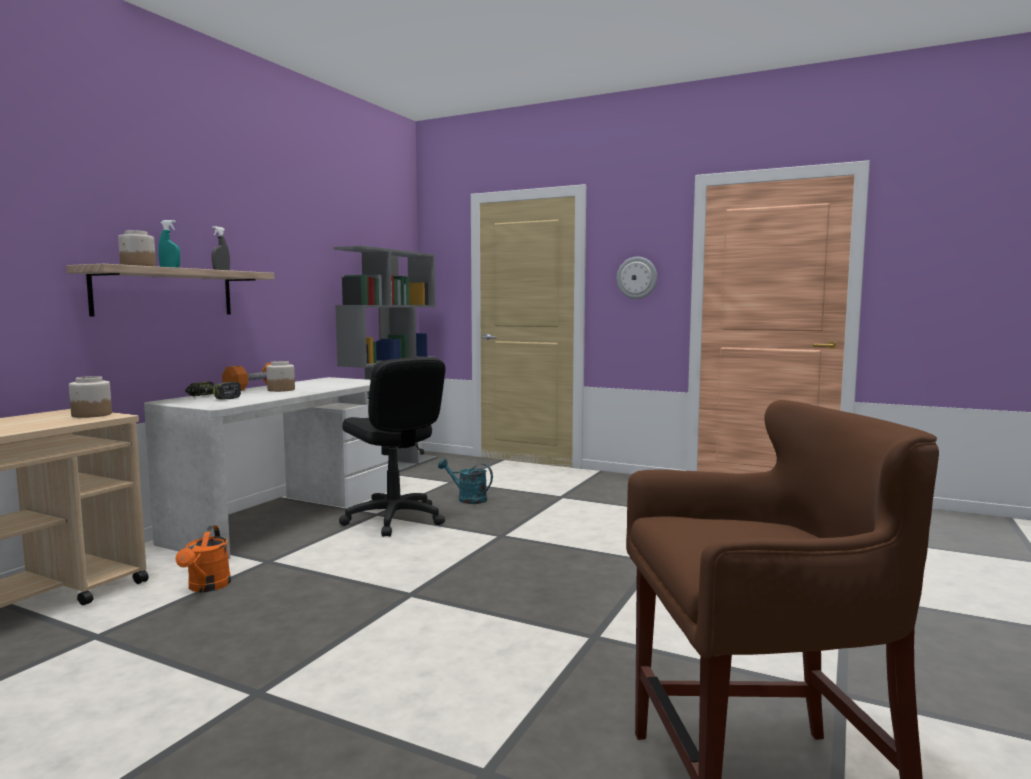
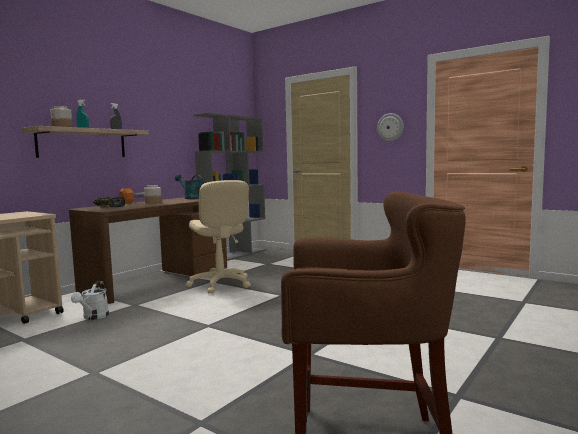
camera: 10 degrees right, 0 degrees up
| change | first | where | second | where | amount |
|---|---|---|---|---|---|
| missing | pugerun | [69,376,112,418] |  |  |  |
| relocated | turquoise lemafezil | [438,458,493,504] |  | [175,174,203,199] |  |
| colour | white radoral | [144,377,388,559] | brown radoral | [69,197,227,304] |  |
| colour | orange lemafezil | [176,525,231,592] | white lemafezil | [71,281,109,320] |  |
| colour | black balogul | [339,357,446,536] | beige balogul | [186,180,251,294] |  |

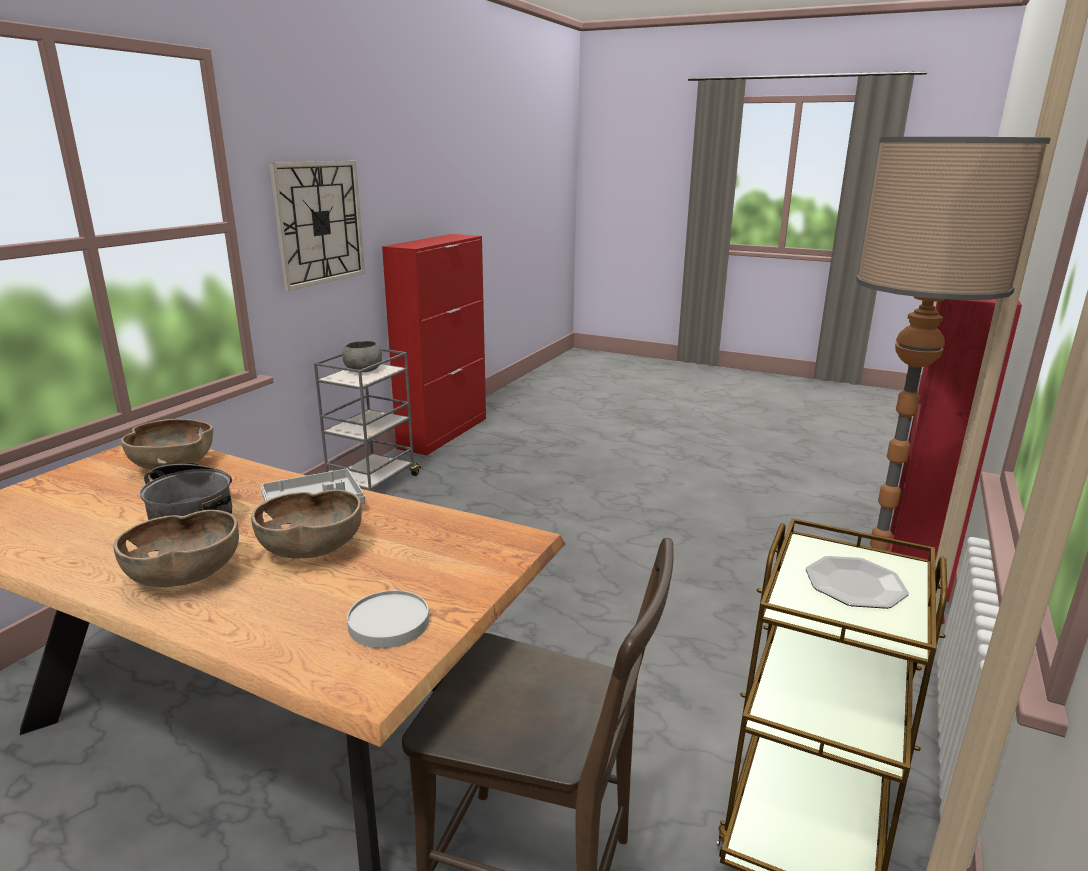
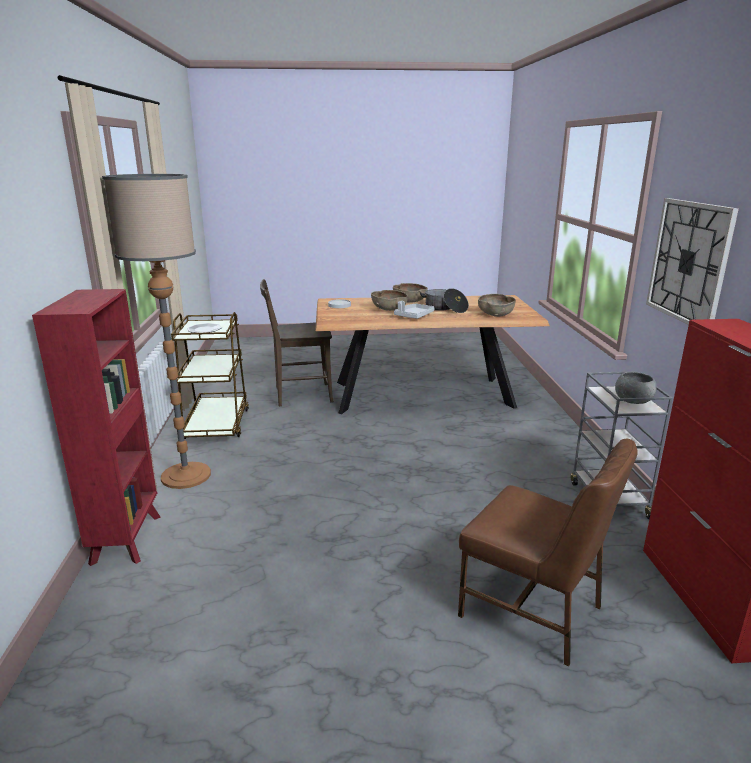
camera: 150 degrees right, 0 degrees up
| change | first | where | second | where | amount |
|---|---|---|---|---|---|
| appeared |  |  | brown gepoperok | [458,438,638,667] |  |

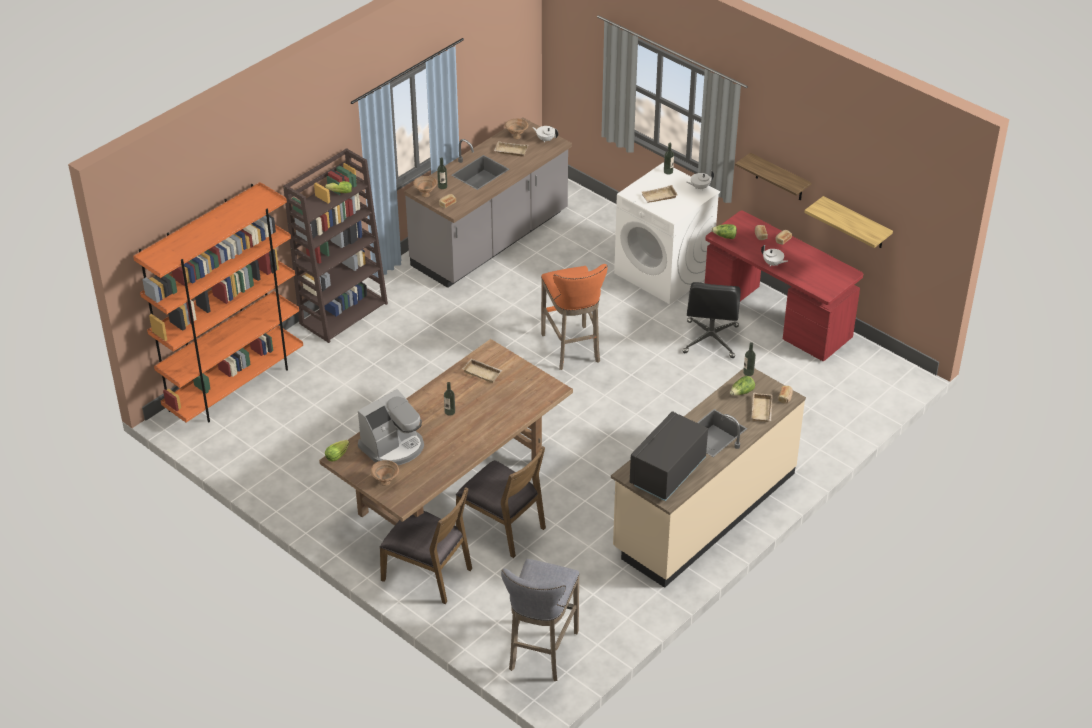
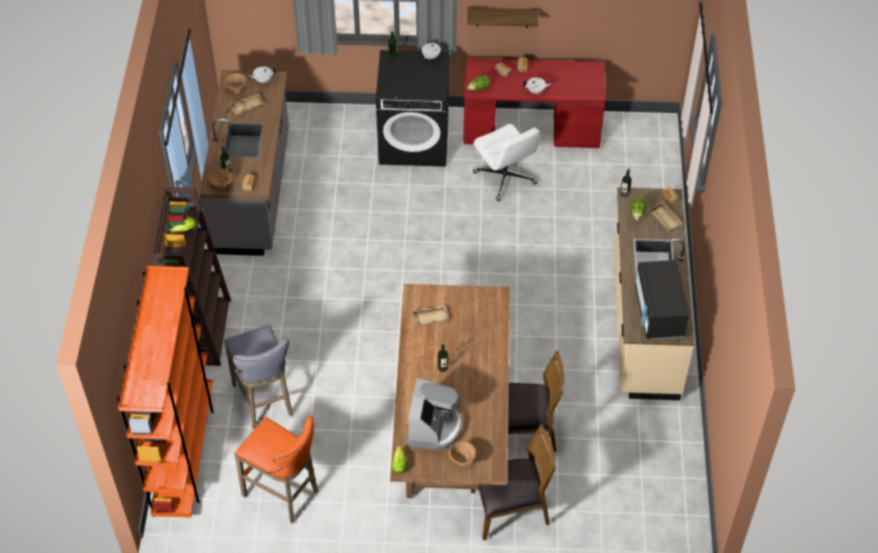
camera: 40 degrees left, 10 degrees up
| change | first | where | second | where | amount |
|---|---|---|---|---|---|
| missing | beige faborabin | [642,185,678,203] |  |  |  |
| missing | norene | [804,196,893,248] |  |  |  |
| relocated | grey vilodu | [501,559,580,681] |  | [224,325,294,429] |  |
| relocated | orange vilodu | [541,264,608,370] |  | [234,416,318,524] |  |
| colour | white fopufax | [614,162,720,304] | black fopufax | [376,50,449,167] |  |
| colour | black balogul | [683,282,741,358] | white balogul | [473,124,540,201] |  |

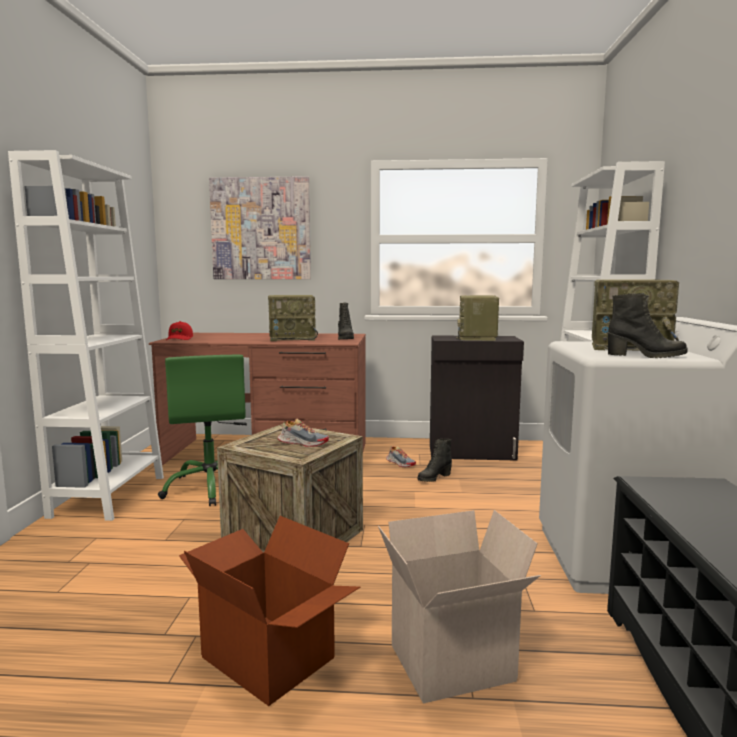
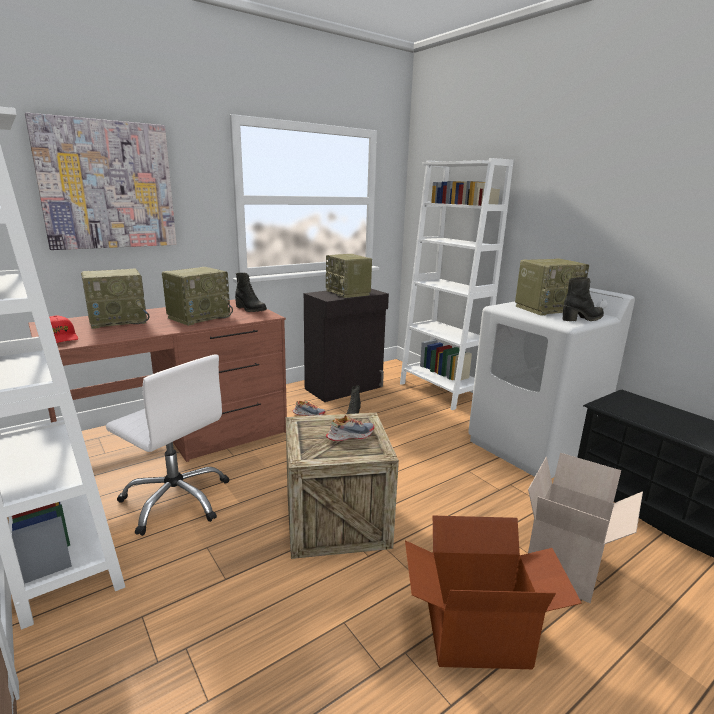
camera: 40 degrees left, 10 degrees up
| change | first | where | second | where | amount |
|---|---|---|---|---|---|
| appeared |  |  | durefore | [81,269,150,329] |  |
| colour | green balogul | [158,355,247,506] | white balogul | [106,354,229,536] |  |

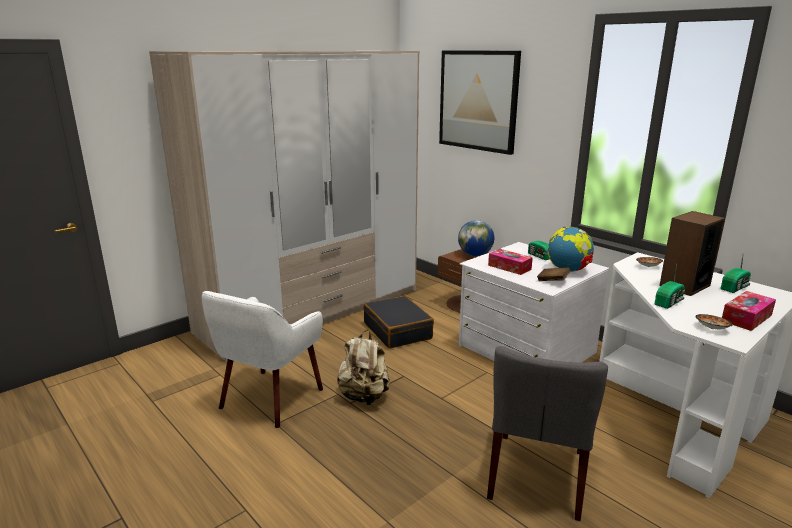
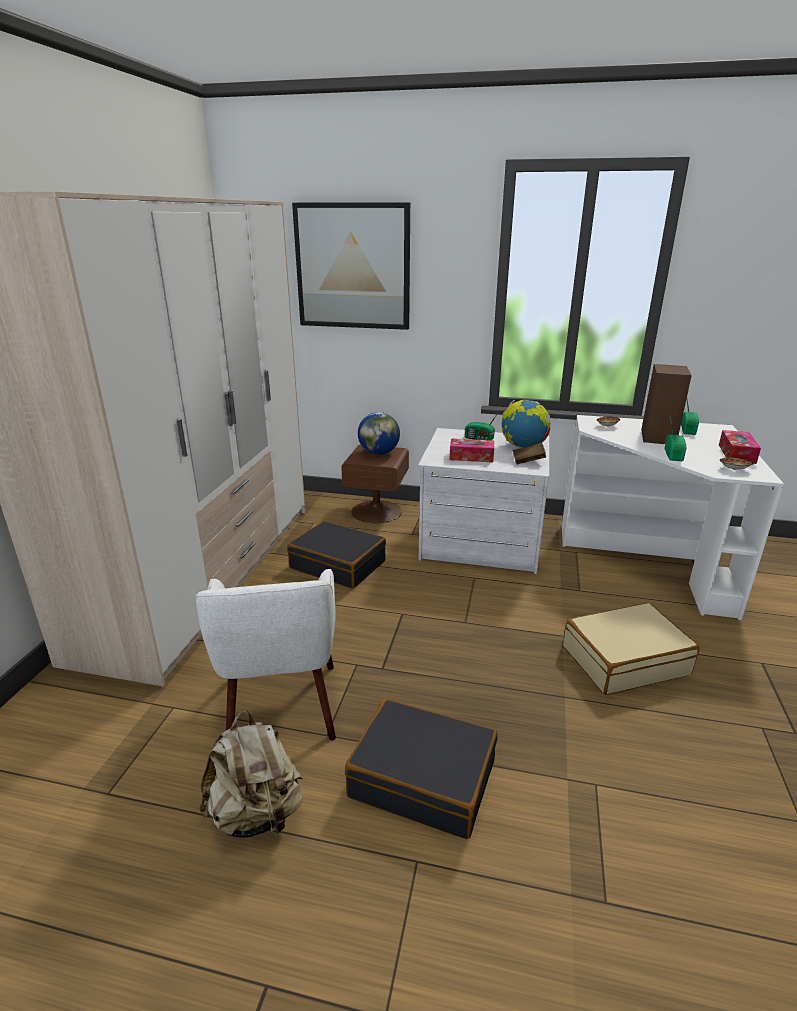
camera: 35 degrees left, 5 degrees up
| change | first | where | second | where | amount |
|---|---|---|---|---|---|
| appeared |  |  | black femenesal | [345,699,498,839] |  |
| relocated | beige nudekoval | [337,330,390,405] |  | [199,710,303,837] |  |
| exchanged | grey gepoperok | [487,346,608,521] | beige femenesal | [563,603,700,695] |  |

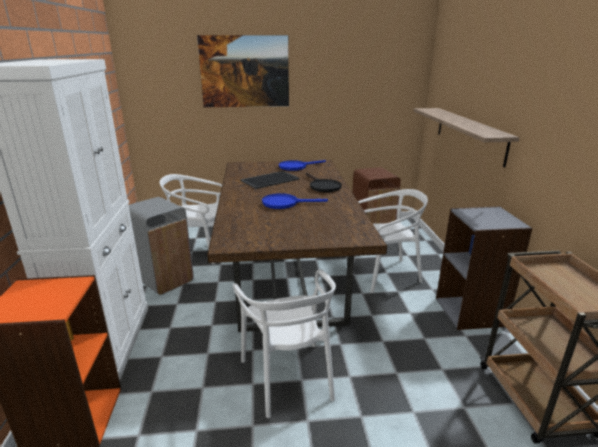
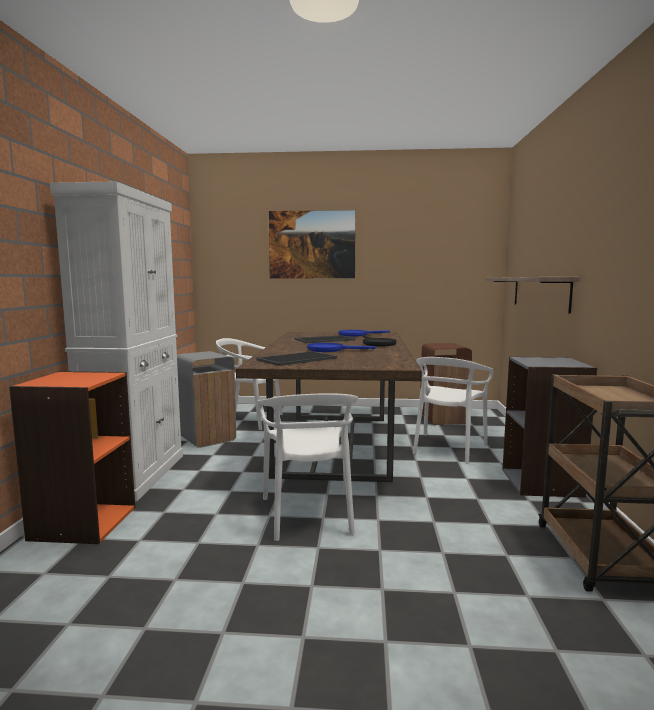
camera: 10 degrees right, 15 degrees down
| change | first | where | second | where | amount |
|---|---|---|---|---|---|
| appeared |  |  | faborabin | [256,351,337,366] |  |
| spun | white gepoperok | [354,189,428,293] |  | [413,357,494,464] | 120 degrees clockwise |

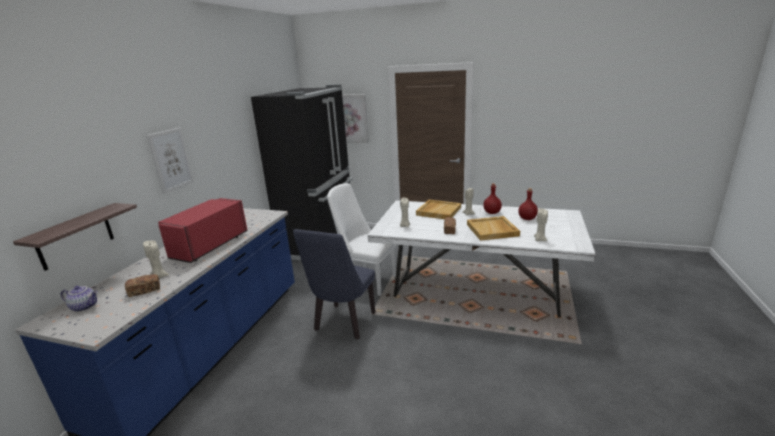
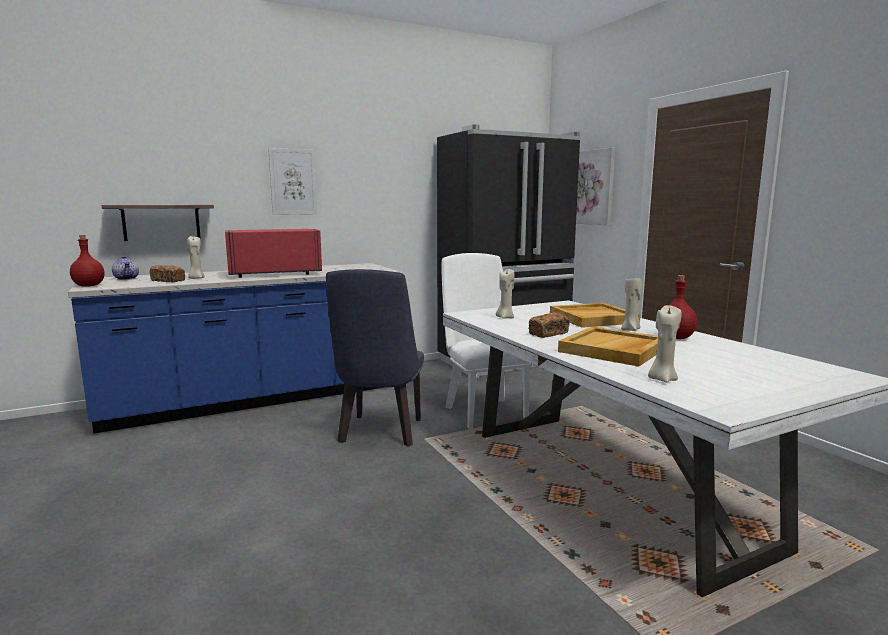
camera: 45 degrees right, 10 degrees down
| change | first | where | second | where | amount |
|---|---|---|---|---|---|
| relocated | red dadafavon | [518,188,538,220] |  | [70,235,105,287] |  |
| spun | blue gepoperok | [293,229,375,339] |  | [326,269,424,446] | 60 degrees counterclockwise |

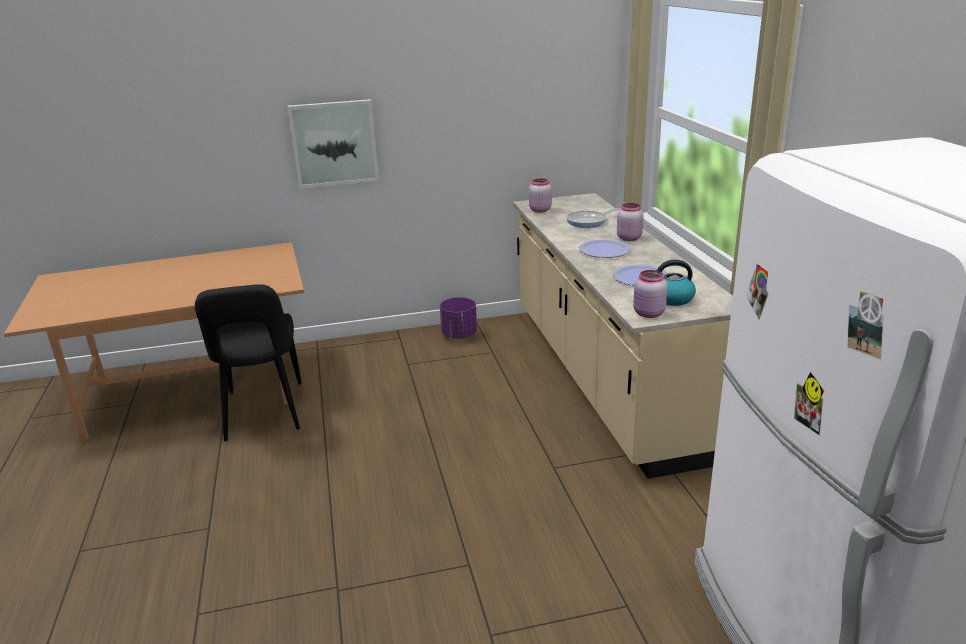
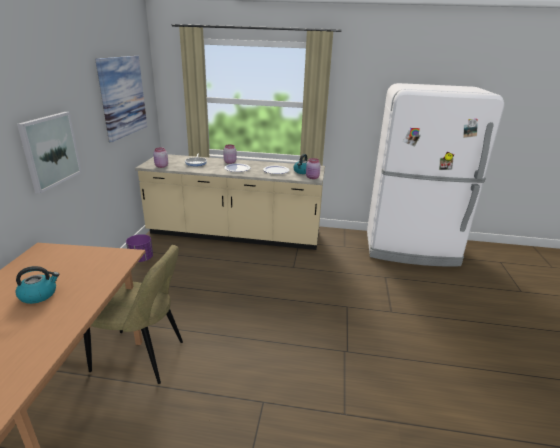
camera: 70 degrees left, 0 degrees up
| change | first | where | second | where | amount |
|---|---|---|---|---|---|
| appeared |  |  | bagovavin | [15,266,59,304] |  |
| appeared |  |  | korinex | [95,55,147,142] |  |
| colour | black gepoperok | [195,284,301,441] | beige gepoperok | [84,245,183,384] |  |

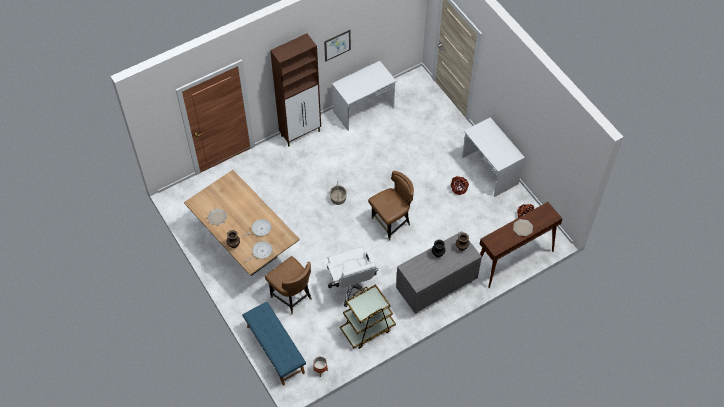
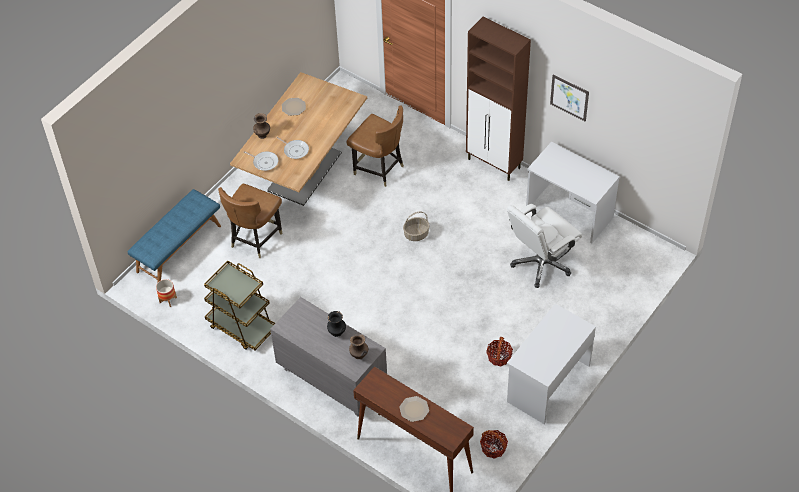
camera: 70 degrees right, 5 degrees down
| change | first | where | second | where | amount |
|---|---|---|---|---|---|
| relocated | white balogul | [327,247,379,307] |  | [507,204,582,288] |  |
| relocated | brown gepoperok | [368,171,414,241] |  | [347,105,404,187] |  |

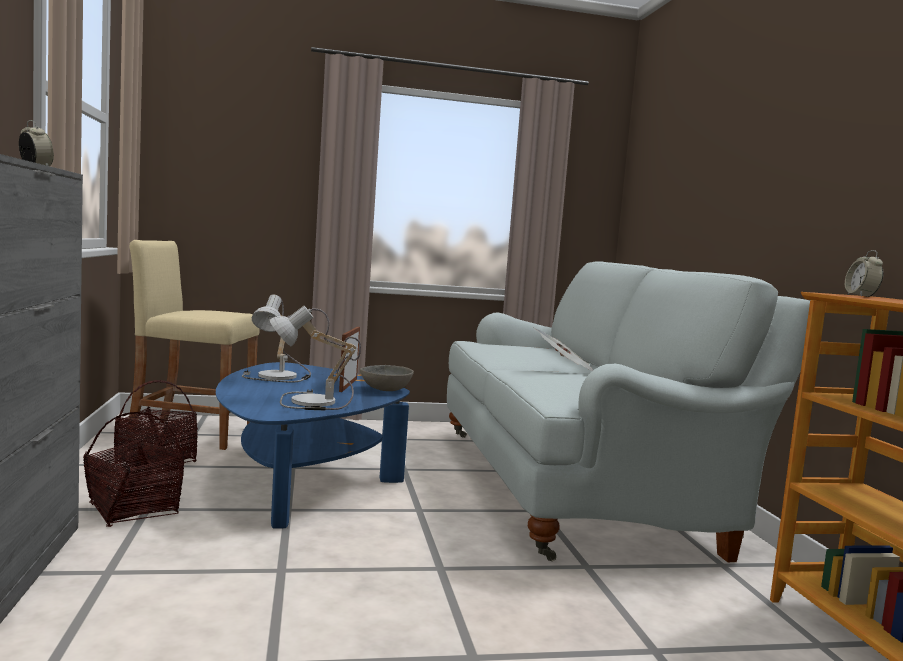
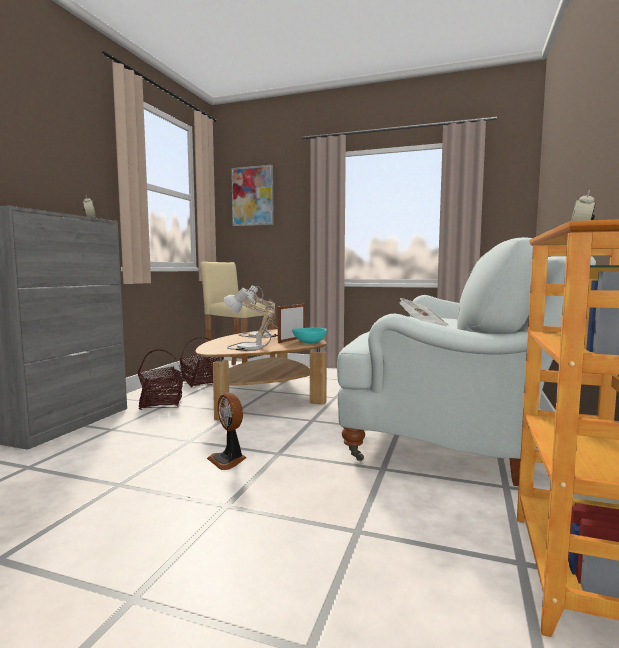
camera: 30 degrees right, 0 degrees up
| change | first | where | second | where | amount |
|---|---|---|---|---|---|
| appeared |  |  | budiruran | [207,393,246,470] |  |
| appeared |  |  | korinex | [231,165,274,226] |  |
| colour | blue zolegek | [216,362,410,528] | brown zolegek | [196,329,327,421] |  |
| colour | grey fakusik | [360,365,414,391] | turquoise fakusik | [292,327,327,343] |  |

